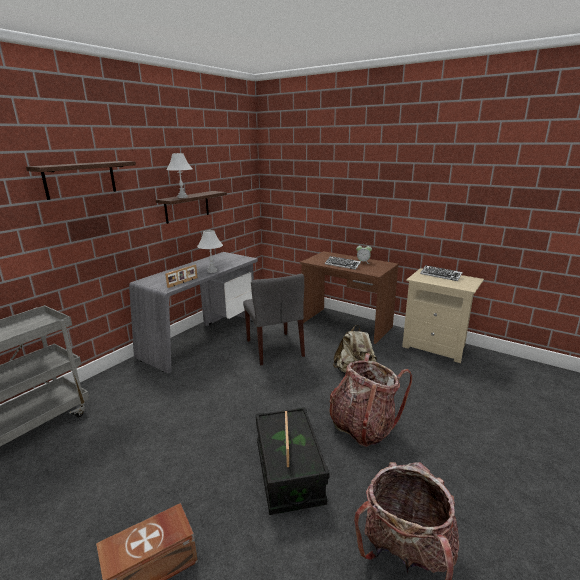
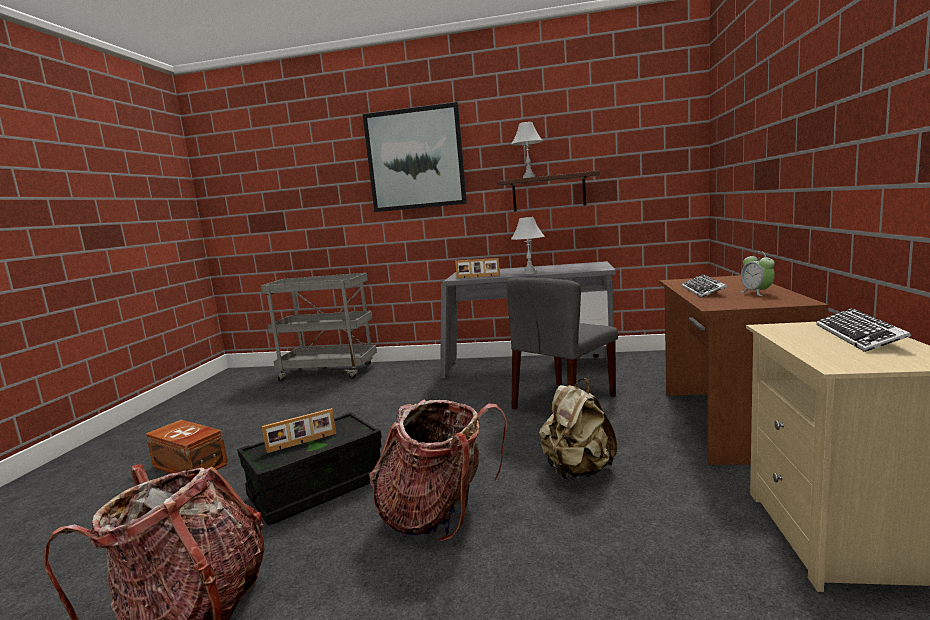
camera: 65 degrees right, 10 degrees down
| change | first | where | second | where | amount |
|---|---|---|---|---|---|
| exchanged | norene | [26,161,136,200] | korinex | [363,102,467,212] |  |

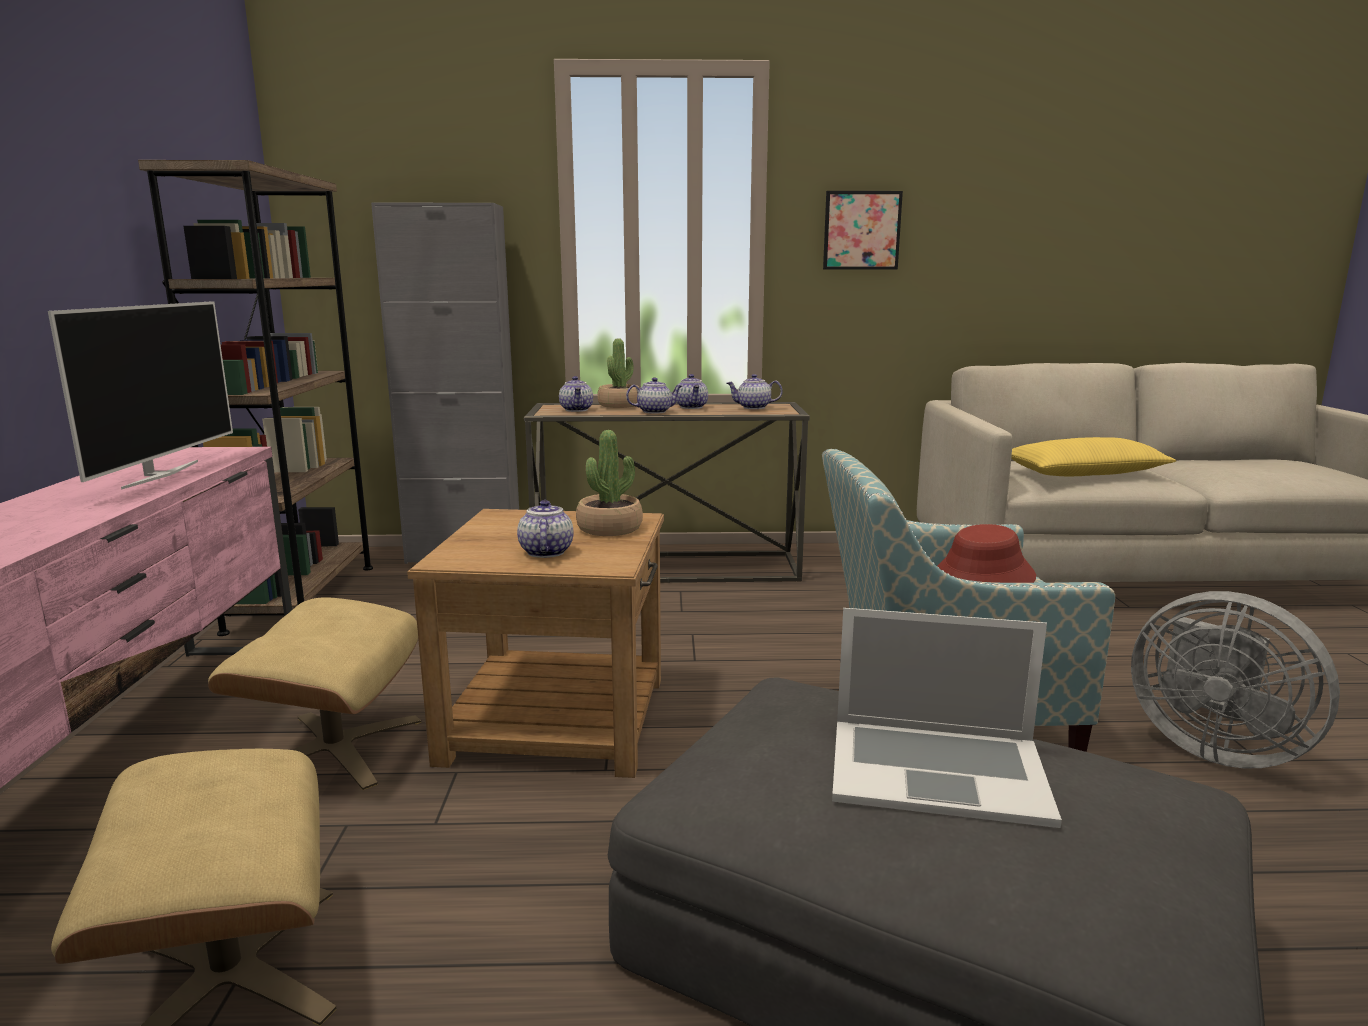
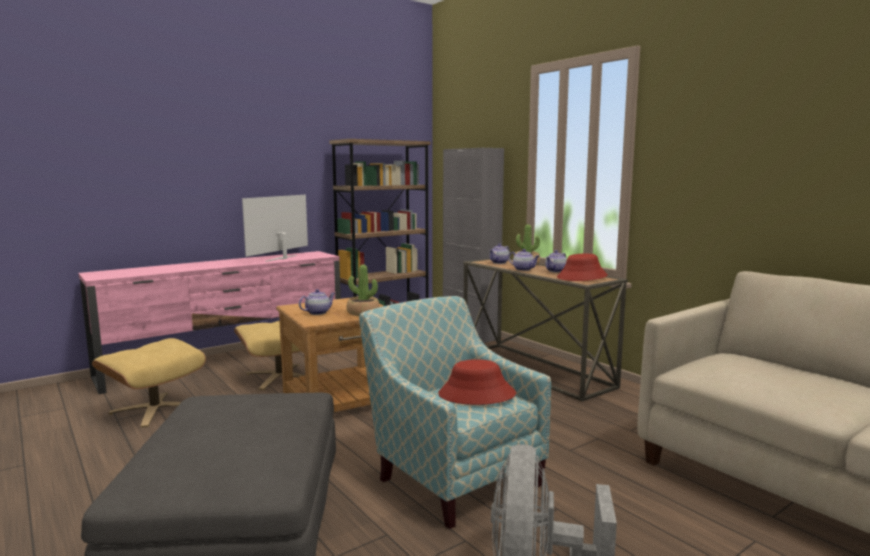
camera: 55 degrees right, 5 degrees down
| change | first | where | second | where | amount |
|---|---|---|---|---|---|
| missing | korinex | [823,191,903,270] |  |  |  |
| missing | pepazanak | [832,608,1062,828] |  |  |  |
| missing | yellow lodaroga | [1011,437,1177,476] |  |  |  |
| exchanged | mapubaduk | [727,374,783,409] | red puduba | [557,254,608,281] |  |
| spun | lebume | [48,301,233,490] |  | [242,195,308,262] | 150 degrees clockwise |

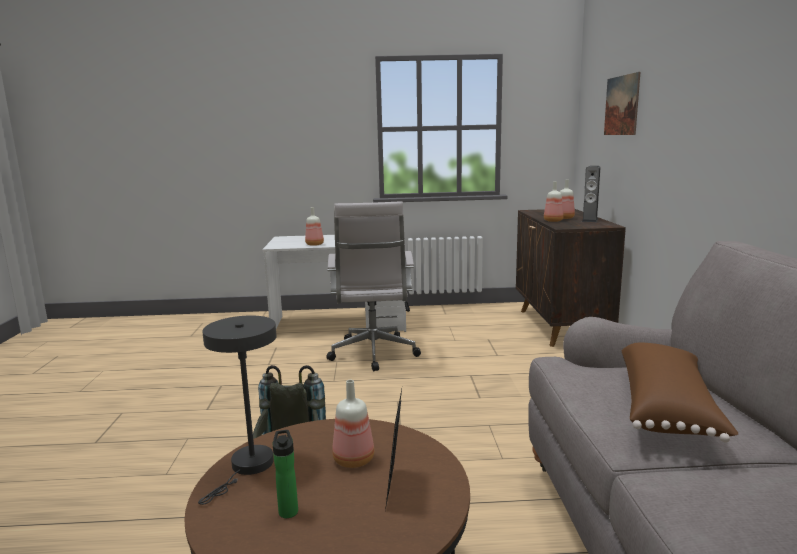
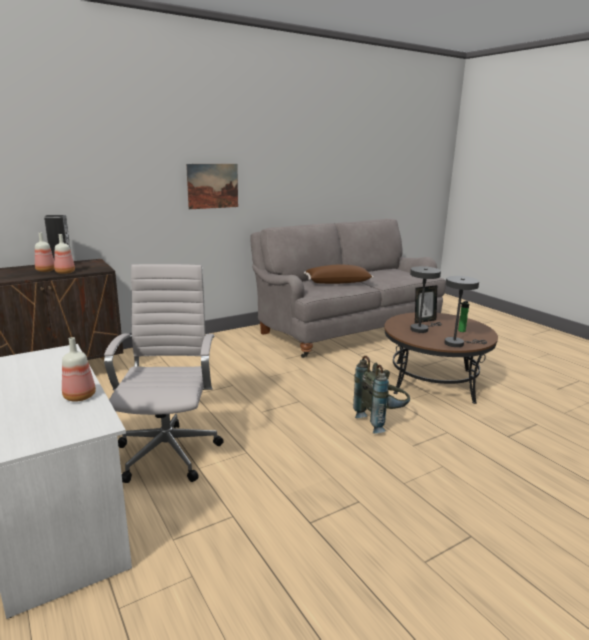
camera: 120 degrees left, 5 degrees up
| change | first | where | second | where | amount |
|---|---|---|---|---|---|
| relocated | korinex | [604,72,640,135] |  | [186,164,238,209] |  |
| exchanged | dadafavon | [332,380,374,468] | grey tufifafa | [410,266,441,333] |  |
| spun | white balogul | [326,201,421,371] |  | [104,264,223,483] | 60 degrees counterclockwise |

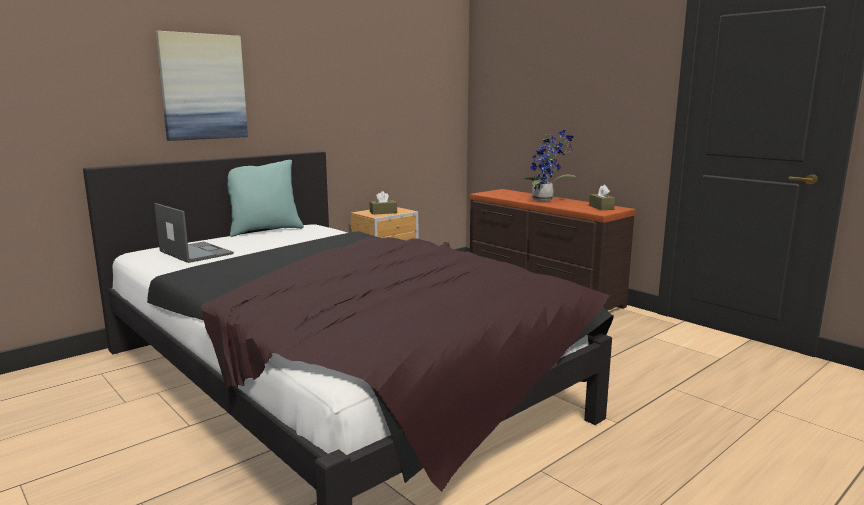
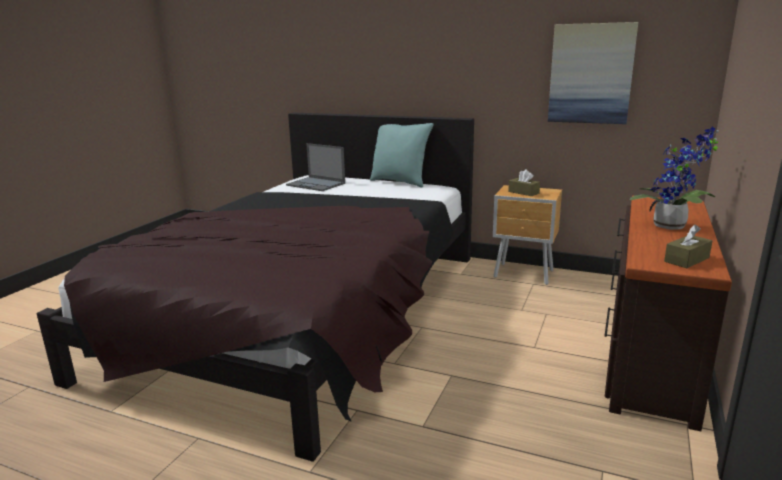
camera: 65 degrees right, 5 degrees up
| change | first | where | second | where | amount |
|---|---|---|---|---|---|
| relocated | korinex | [155,31,248,141] |  | [548,22,638,124] |  |
| spun | pepazanak | [154,203,234,263] |  | [286,143,345,191] | 105 degrees clockwise |

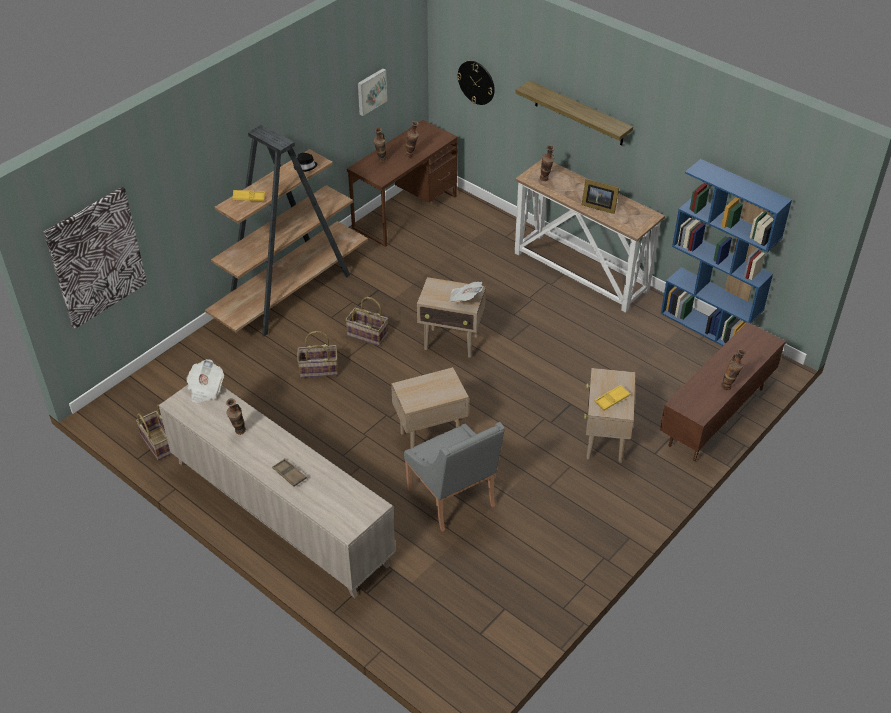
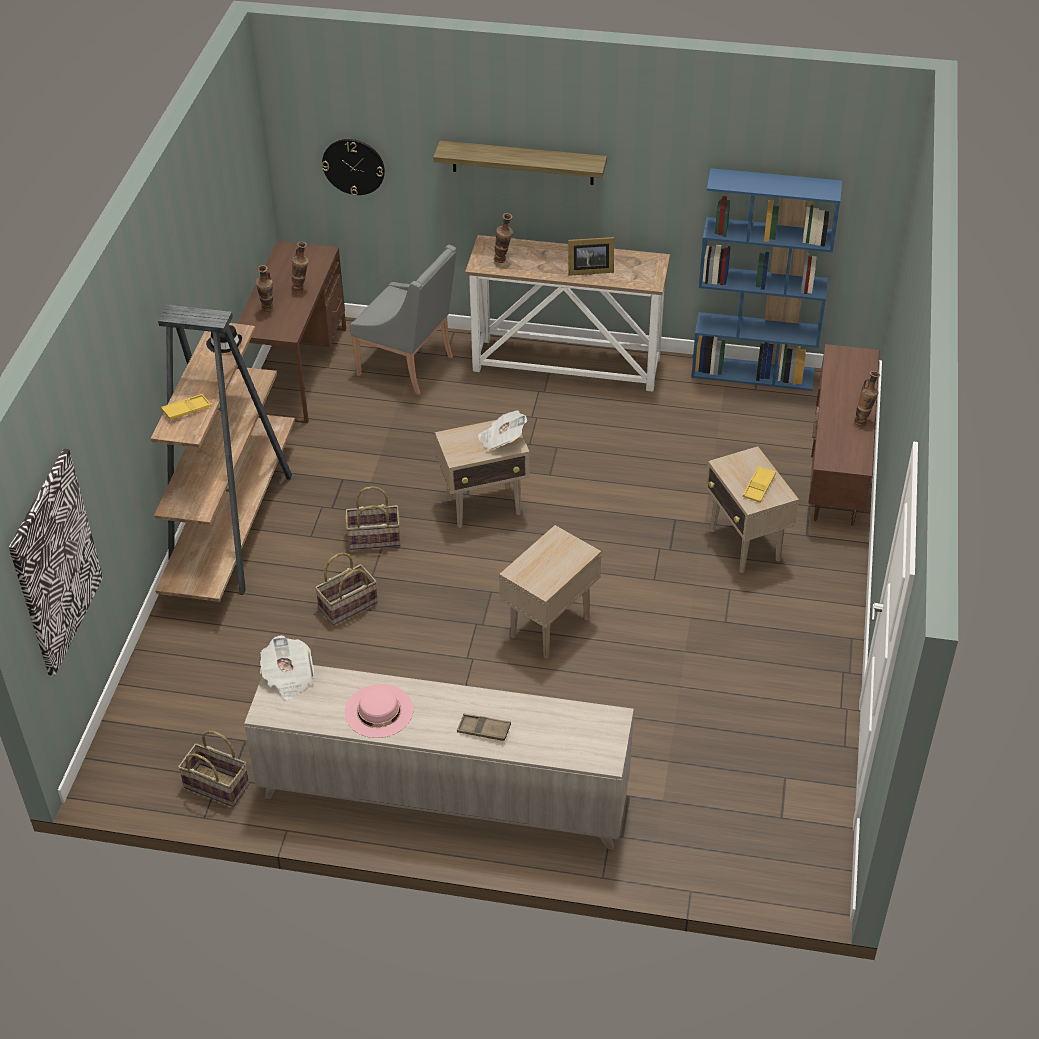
camera: 30 degrees left, 0 degrees up
| change | first | where | second | where | amount |
|---|---|---|---|---|---|
| missing | korinex | [358,68,387,116] |  |  |  |
| relocated | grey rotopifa | [404,422,505,532] |  | [350,245,456,395] |  |
| exchanged | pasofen | [226,398,246,435] | pink puduba | [345,684,413,738] |  |

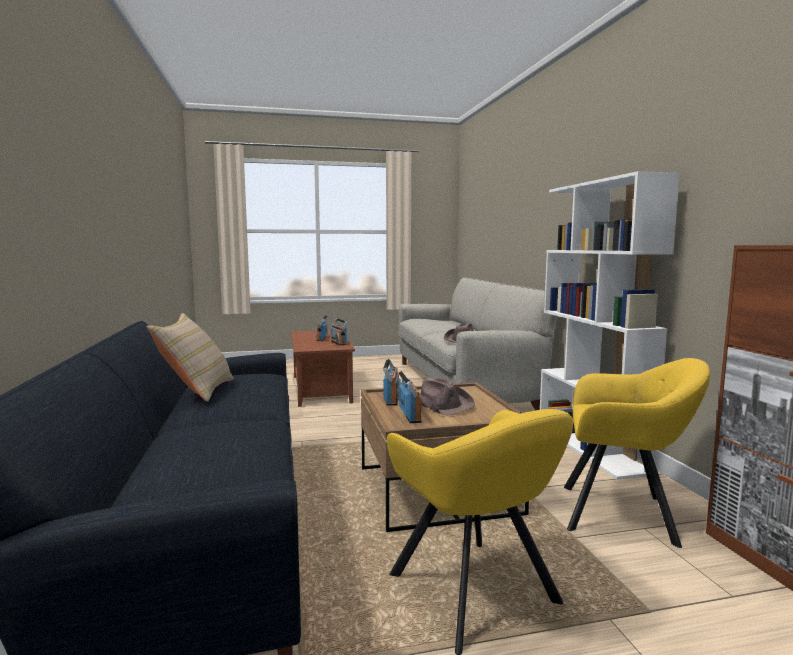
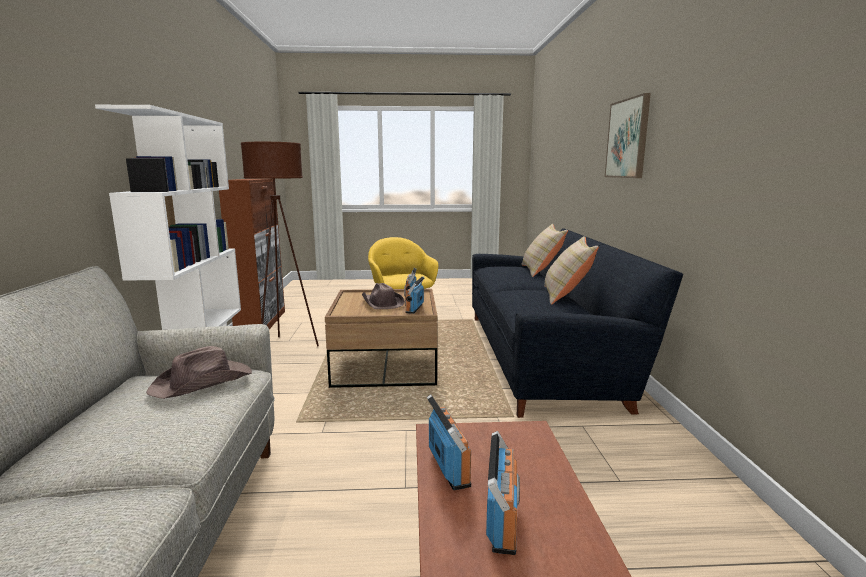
camera: 170 degrees left, 5 degrees up
| change | first | where | second | where | amount |
|---|---|---|---|---|---|
| appeared |  |  | beige lodaroga | [521,224,568,277] |  |
| appeared |  |  | korinex | [605,93,651,178] |  |
| exchanged | yellow rotopifa | [564,358,710,548] | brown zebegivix | [241,142,319,346] |  |

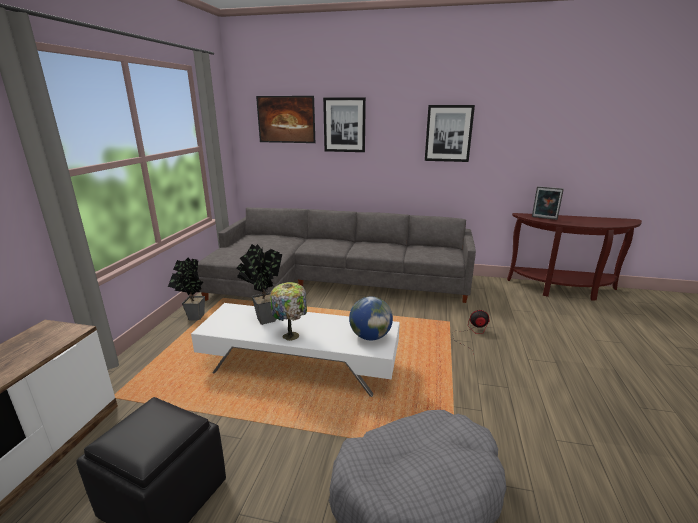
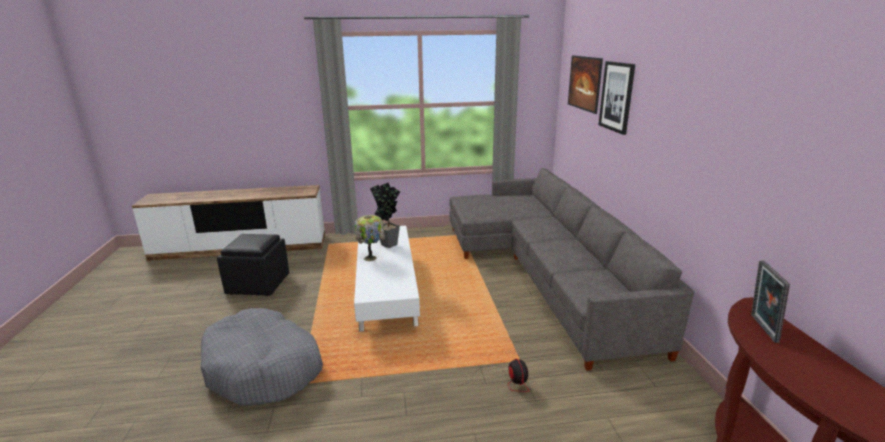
camera: 70 degrees right, 0 degrees up
| change | first | where | second | where | amount |
|---|---|---|---|---|---|
| missing | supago | [168,258,205,321] |  |  |  |
| missing | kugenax | [349,297,393,340] |  |  |  |
| missing | korinex | [425,105,475,162] |  |  |  |

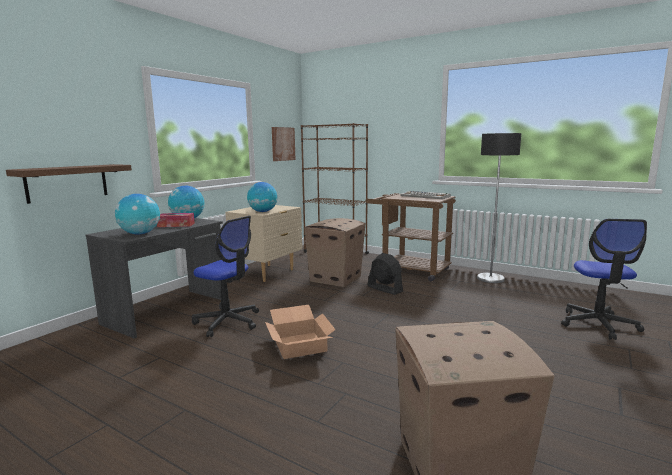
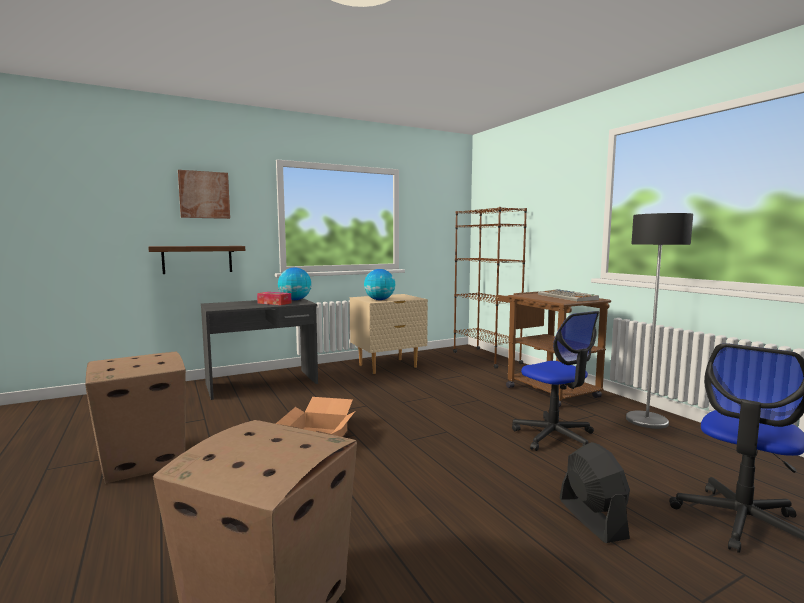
camera: 30 degrees right, 5 degrees down
| change | first | where | second | where | amount |
|---|---|---|---|---|---|
| missing | kugenax | [115,194,160,235] |  |  |  |
| relocated | balogul | [192,216,259,337] |  | [512,311,599,451] |  |
| relocated | korinex | [272,127,296,161] |  | [178,170,230,219] |  |
| relocated | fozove | [304,218,365,287] |  | [85,352,186,484] |  |
| relocated | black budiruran | [368,253,403,295] |  | [560,442,630,543] |  |

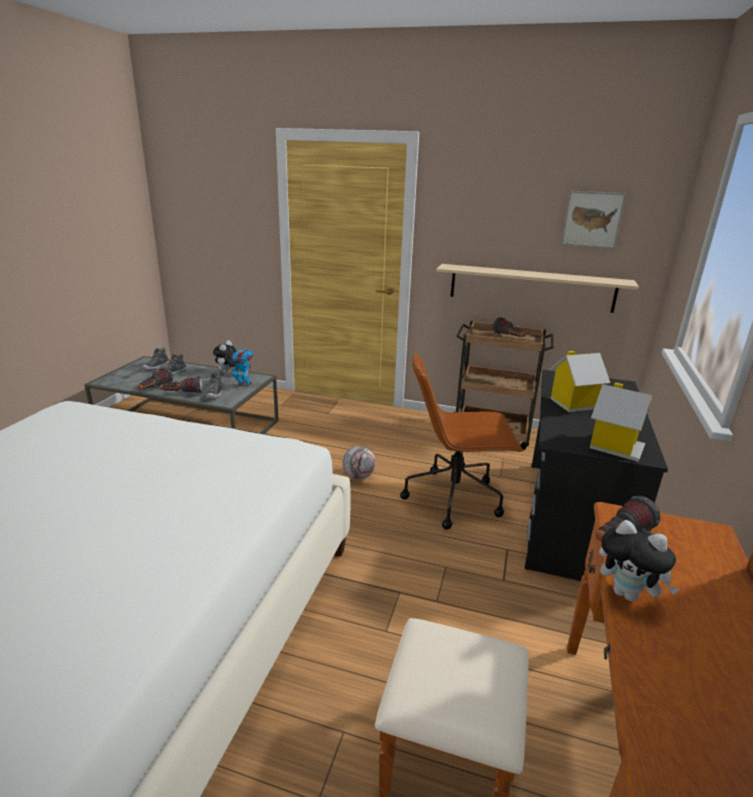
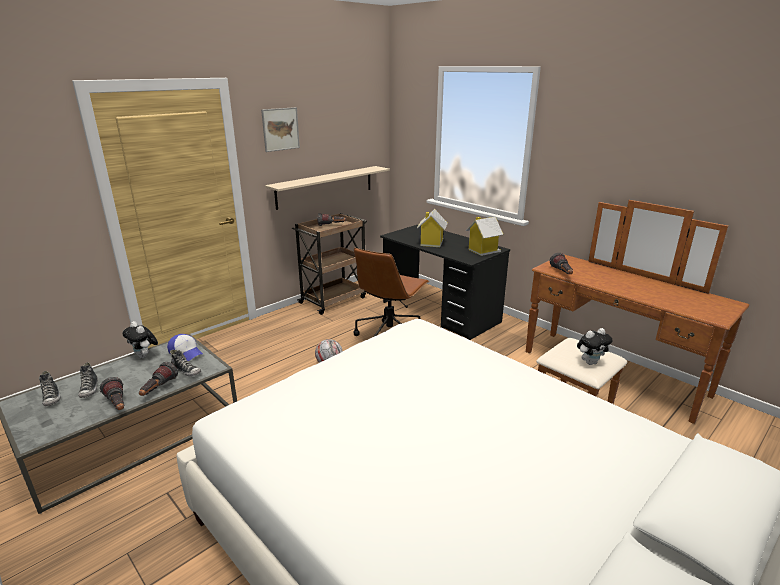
camera: 60 degrees left, 0 degrees up
| change | first | where | second | where | amount |
|---|---|---|---|---|---|
| relocated | korinex | [561,191,626,248] |  | [261,107,300,152] |  |
| relocated | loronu | [599,520,679,601] |  | [577,328,612,365] |  |
| exchanged | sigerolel | [230,349,254,387] | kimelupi | [167,334,203,361] |  |

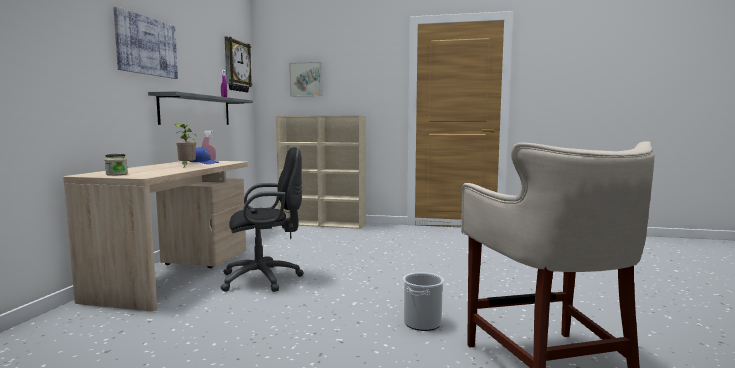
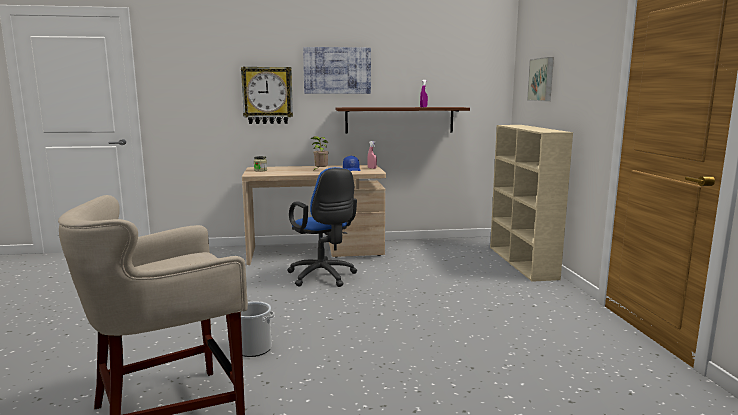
camera: 70 degrees right, 5 degrees up
| change | first | where | second | where | amount |
|---|---|---|---|---|---|
| relocated | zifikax | [225,37,252,92] |  | [241,67,293,124] |  |
| colour | grey norene | [148,91,253,125] | brown norene | [336,107,470,134] |  |
| colour | black balogul | [220,147,304,292] | blue balogul | [287,167,357,287] |  |

